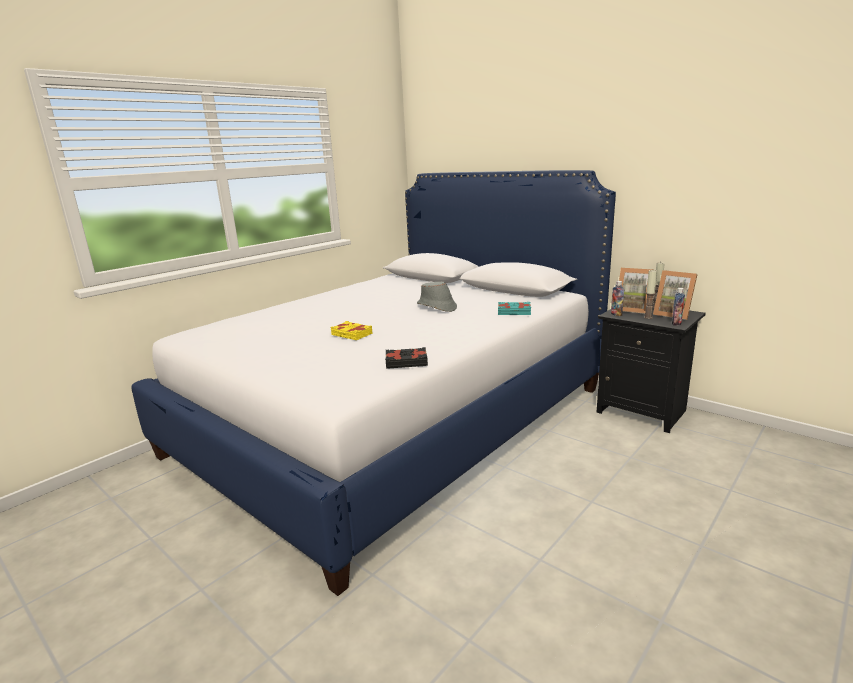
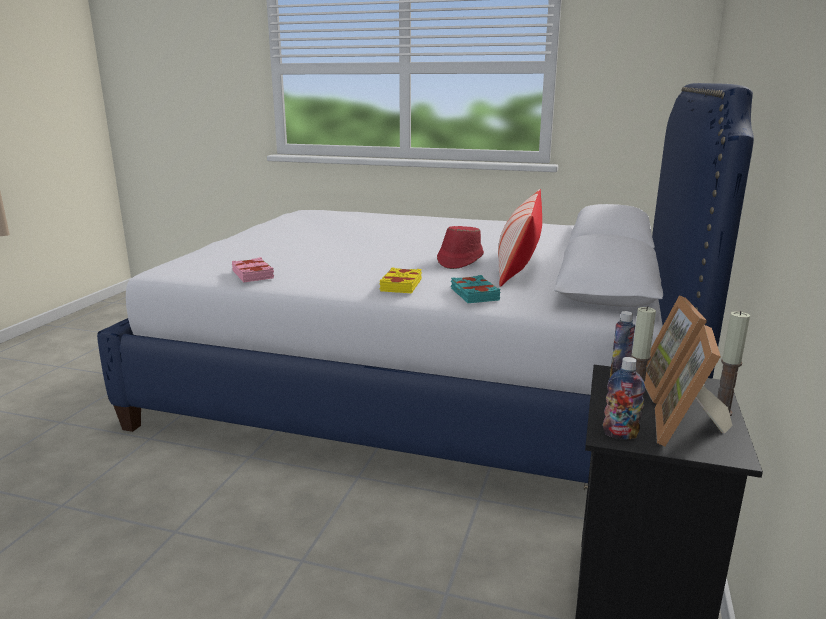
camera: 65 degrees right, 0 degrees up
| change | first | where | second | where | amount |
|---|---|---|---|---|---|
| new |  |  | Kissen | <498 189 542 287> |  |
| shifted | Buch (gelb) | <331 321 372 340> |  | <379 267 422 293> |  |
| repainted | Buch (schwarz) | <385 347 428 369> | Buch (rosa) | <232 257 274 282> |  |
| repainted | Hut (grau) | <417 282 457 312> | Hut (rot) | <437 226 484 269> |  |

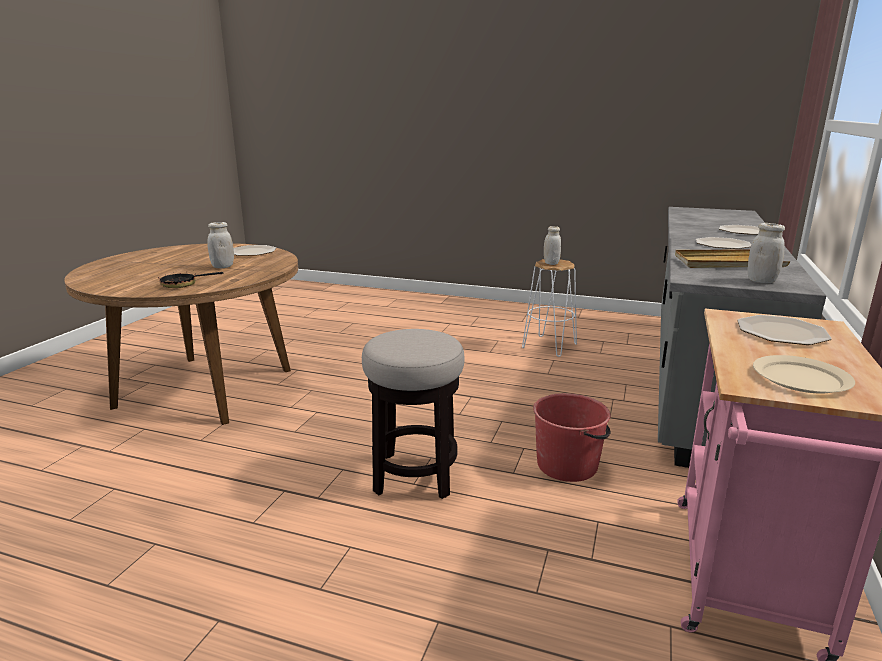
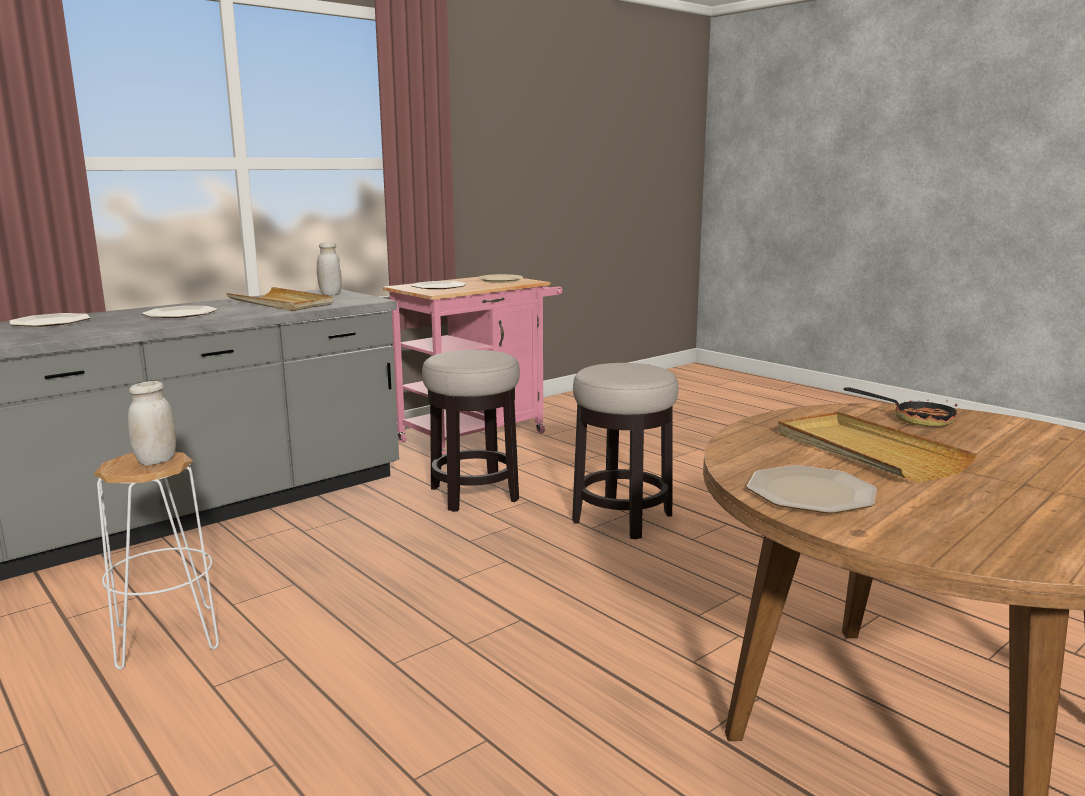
camera: 150 degrees left, 5 degrees down
| change | first | where | second | where | amount |
|---|---|---|---|---|---|
| swapped | Vorratsglas (weiß) | <207 222 234 268> | Tablett (beige) | <778 411 977 482> |  |
| swapped | Eimer (rot) | <533 393 611 482> | Hocker | <422 350 520 512> |  |

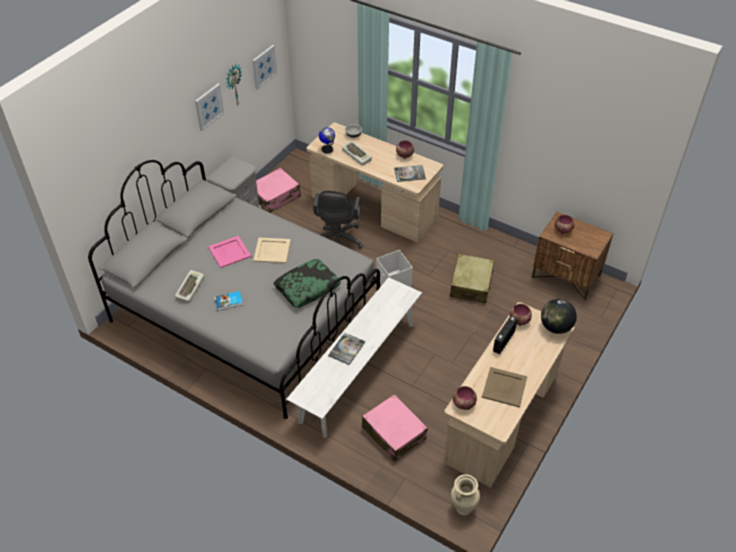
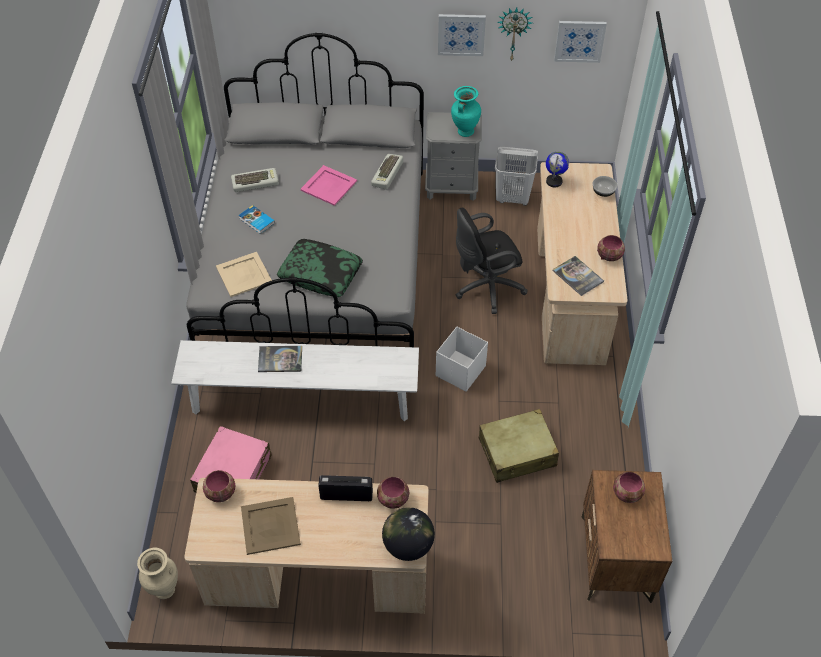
camera: 60 degrees right, 5 degrees up
| change | first | where | second | where | amount |
|---|---|---|---|---|---|
| new |  |  | Vase (türkis) | <451 86 481 137> |  |
| shifted | Tablett (beige) | <253 238 291 263> |  | <216 252 272 297> |  |
| shifted | Tastatur | <342 141 372 166> |  | <371 154 403 190> |  |
| swapped | Koffer (rosa) | <256 168 301 213> | Wäschekorb (weiß) | <495 147 538 206> |  |

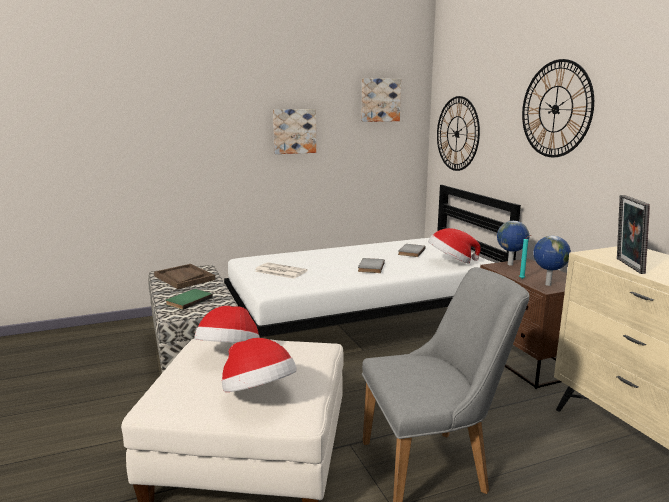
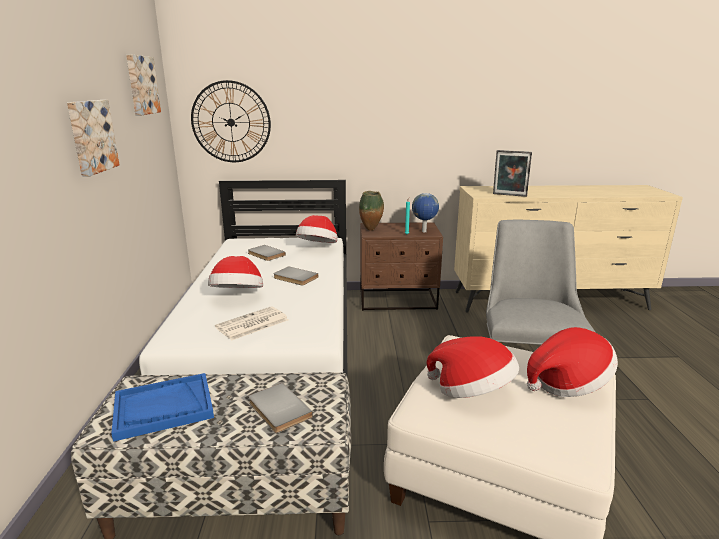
camera: 70 degrees left, 5 degrees up
| change | first | where | second | where | amount |
|---|---|---|---|---|---|
| gone | Wanduhr | <522 59 594 157> |  |  |  |
| new |  |  | Hut | <208 256 263 288> |  |
| swapped | Globus | <497 221 529 265> | Vase | <359 191 384 231> |  |
| repainted | Tablett (braun) | <154 264 215 289> | Tablett (blau) | <111 373 214 442> |  |
| repainted | Buch (grün) | <166 289 213 310> | Buch (grau) | <249 383 313 433> |  |

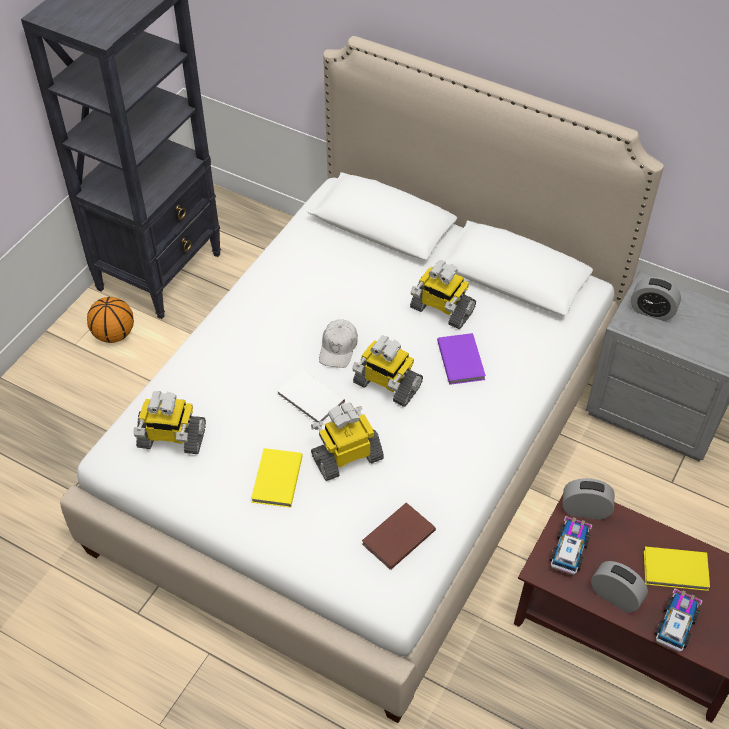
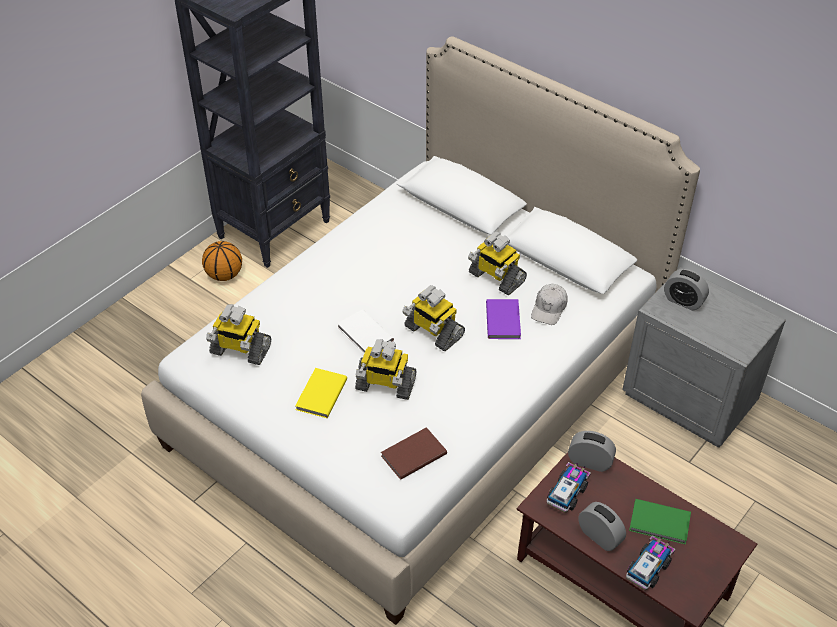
camera: 10 degrees right, 5 degrees down
| change | first | where | second | where | amount |
|---|---|---|---|---|---|
| shifted | Kappe (weiß) | <319 319 358 368> |  | <531 284 568 325> |  |
| repainted | Buch (gelb) | <644 546 710 591> | Buch (grün) | <629 499 691 545> |  |
| rotated | Spielzeugroboter | <311 403 384 481> |  | <355 339 416 400> | 150 degrees counterclockwise |

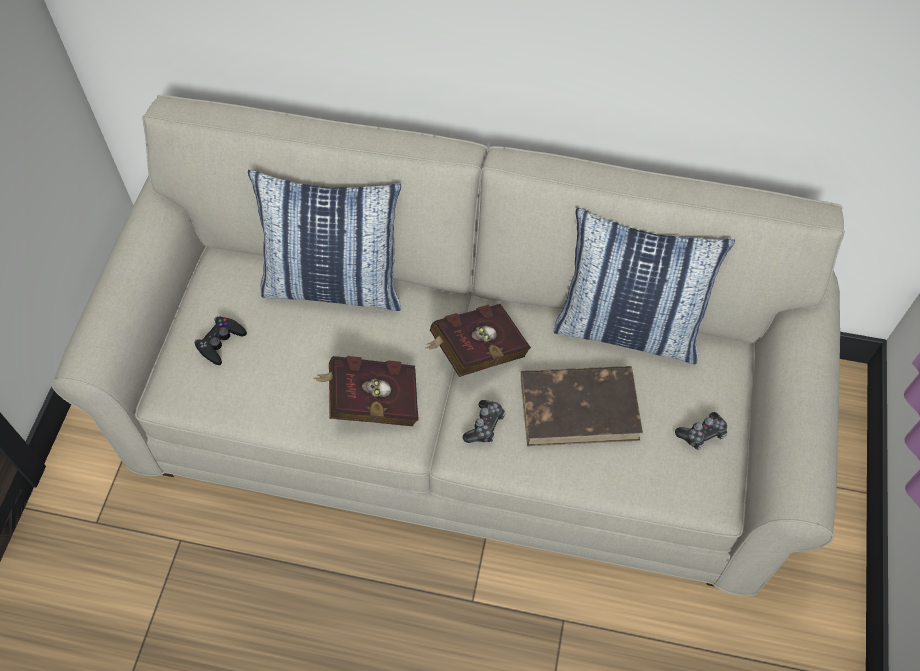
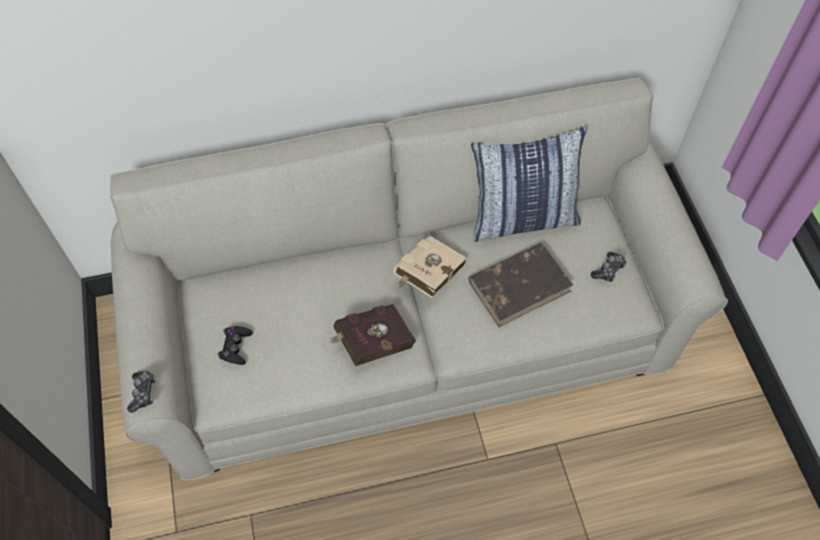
camera: 25 degrees left, 0 degrees up
| change | first | where | second | where | amount |
|---|---|---|---|---|---|
| gone | Kissen | <248 170 401 311> |  |  |  |
| shifted | Gamepad | <463 400 506 443> |  | <127 371 156 413> |  |
| repainted | Buch (rot) | <426 304 531 377> | Buch (beige) | <394 236 467 298> |  |

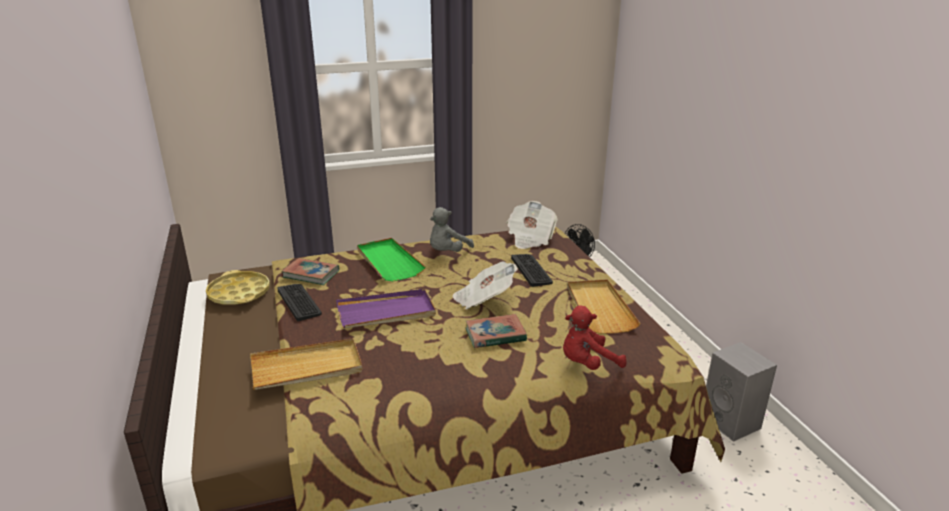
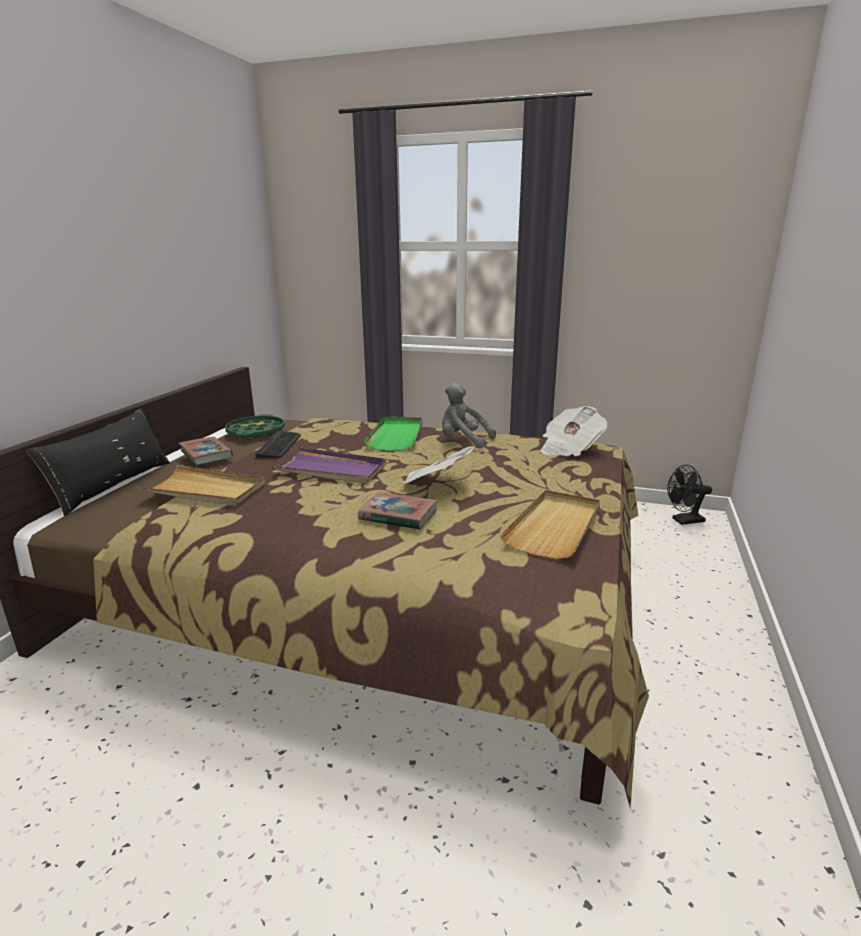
camera: 35 degrees right, 5 degrees down
| change | first | where | second | where | amount |
|---|---|---|---|---|---|
| gone | Tastatur | <511 254 553 287> |  |  |  |
| gone | Plüschtier (rot) | <563 306 627 370> |  |  |  |
| gone | Lautsprecher (grau) | <706 342 777 442> |  |  |  |
| new |  |  | Kissen (schwarz) | <26 408 170 516> |  |
| shifted | Buch | <281 258 339 285> |  | <179 437 233 465> |  |
| repainted | Tablett (gelb) | <206 270 270 305> | Tablett (grün) | <225 414 285 438> |  |
| rotated | Plüschtier (grau) | <430 207 474 252> |  | <442 383 496 448> | 45 degrees clockwise |

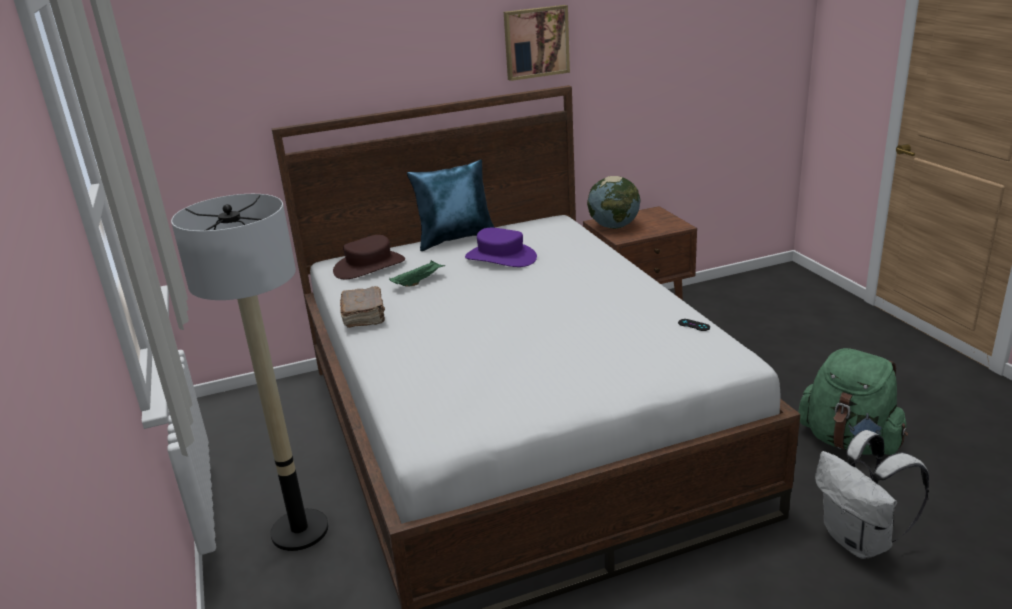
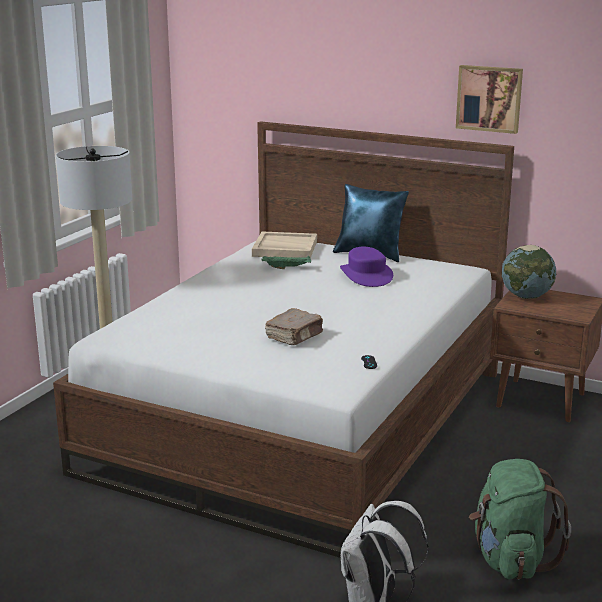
camera: 45 degrees right, 5 degrees down
| change | first | where | second | where | amount |
|---|---|---|---|---|---|
| shifted | Buch (braun) | <340 286 385 328> |  | <265 308 323 345> |  |
| swapped | Hut (braun) | <333 235 405 279> | Tablett (beige) | <252 232 317 258> |  |

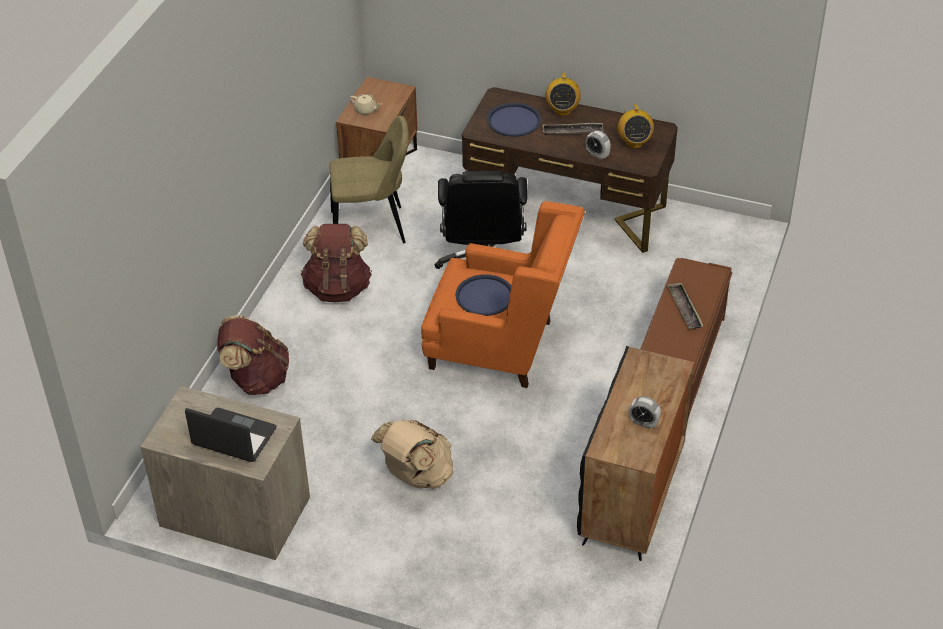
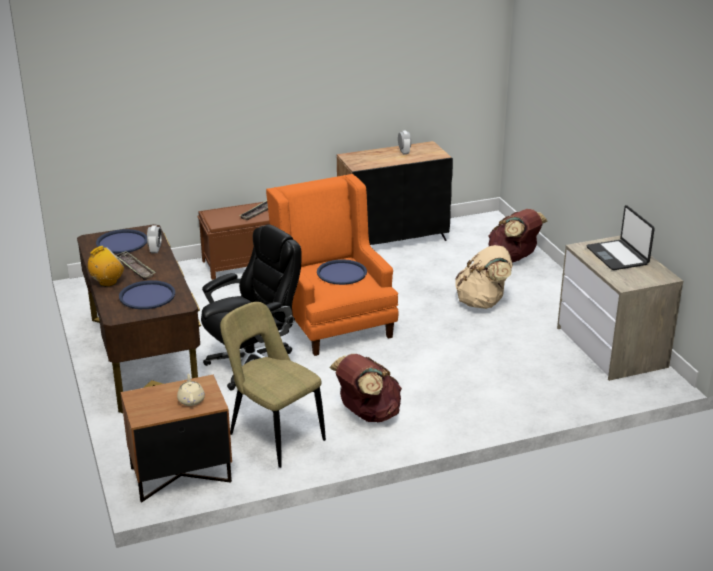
camera: 130 degrees left, 15 degrees down
| change | first | where | second | where | amount |
|---|---|---|---|---|---|
| shifted | Rucksack (braun) | <217 315 289 395> |  | <488 209 548 263> |  |
| swapped | Radio | <618 104 654 148> | Tablett (blau) | <96 229 147 254> |  |

